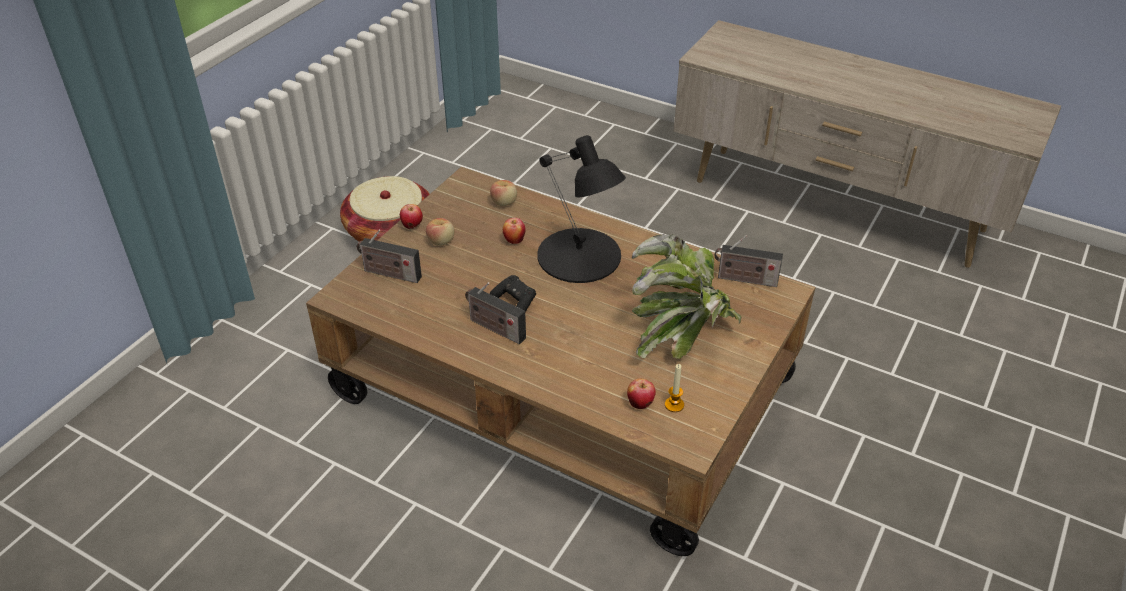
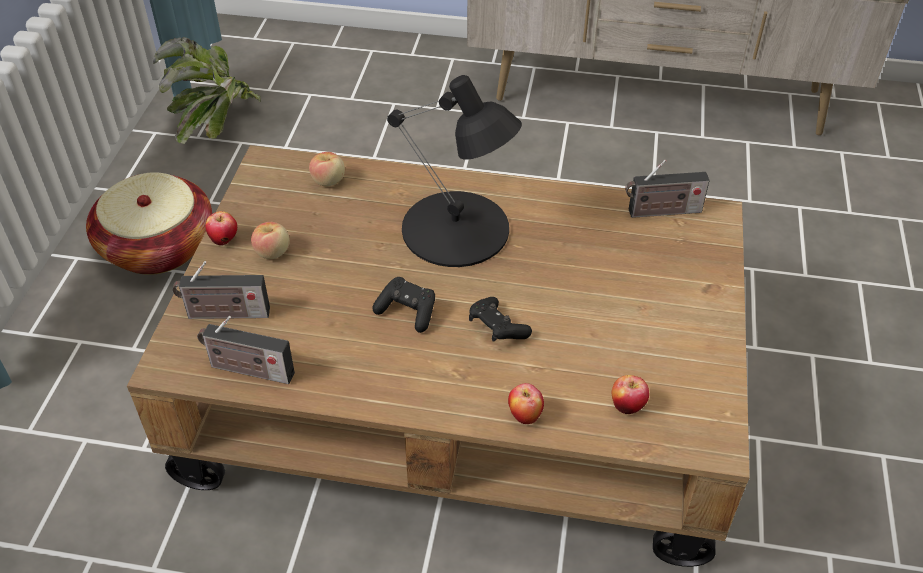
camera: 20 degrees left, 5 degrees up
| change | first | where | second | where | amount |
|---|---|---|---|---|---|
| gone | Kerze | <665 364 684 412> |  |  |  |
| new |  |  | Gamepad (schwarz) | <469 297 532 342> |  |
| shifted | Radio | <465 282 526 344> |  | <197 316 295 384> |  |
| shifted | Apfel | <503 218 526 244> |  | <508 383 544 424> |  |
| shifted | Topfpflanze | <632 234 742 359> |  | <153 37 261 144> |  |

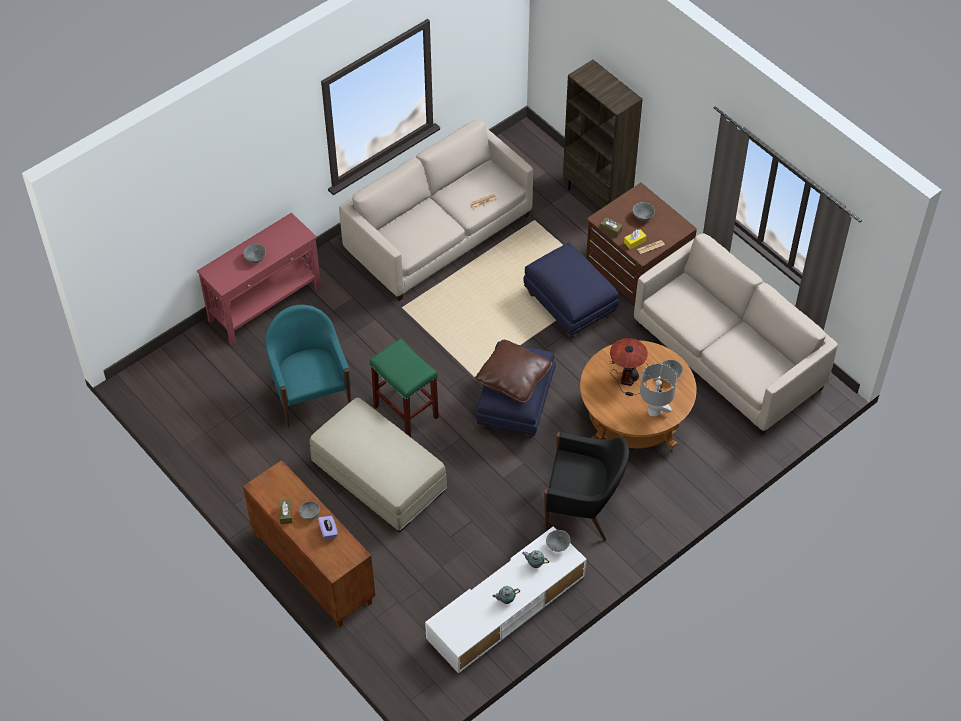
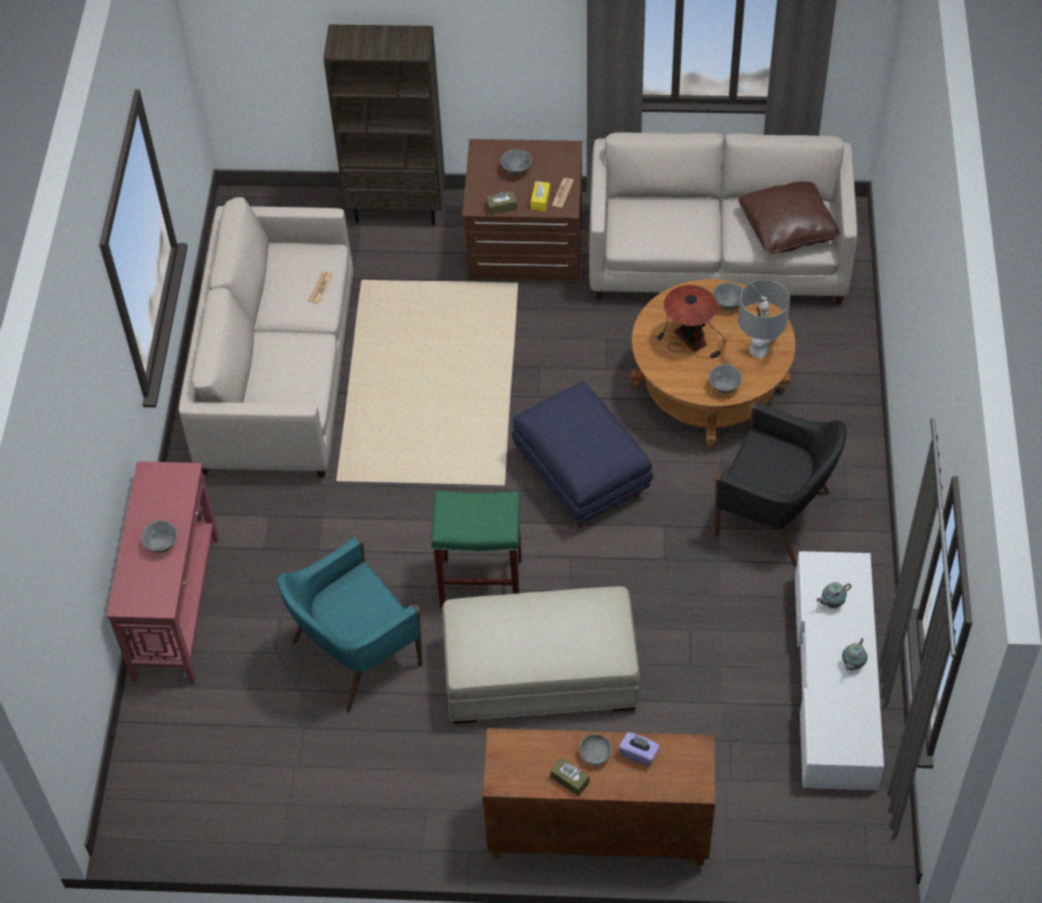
camera: 45 degrees left, 0 degrees up
| change | first | where | second | where | amount |
|---|---|---|---|---|---|
| gone | Polsterhocker (blau) | <523 243 619 338> |  |  |  |
| shifted | Kissen (braun) | <475 340 552 403> |  | <738 182 840 254> |  |
| shifted | Schüssel (grau) | <546 530 570 552> |  | <709 364 742 393> |  |
| rotated | Sessel (türkis) | <265 305 351 427> |  | <277 537 423 713> | 60 degrees counterclockwise |
| rotated | Sessel (schwarz) | <544 432 629 541> |  | <715 402 846 566> | 60 degrees clockwise |

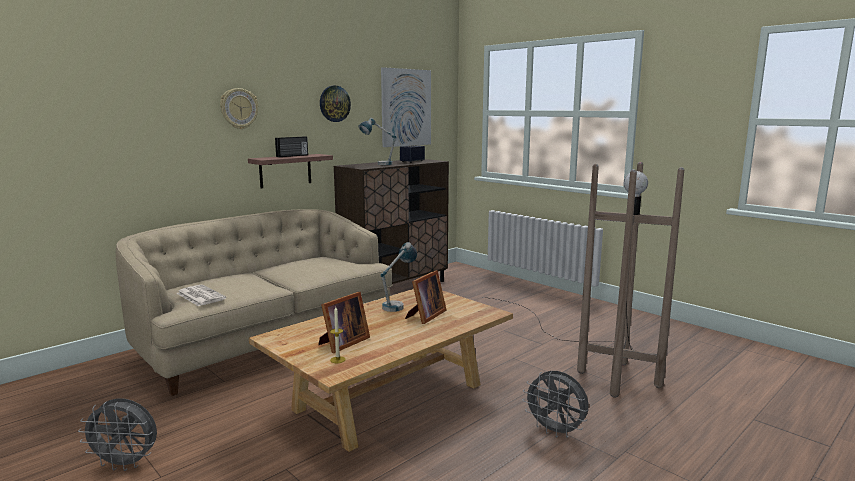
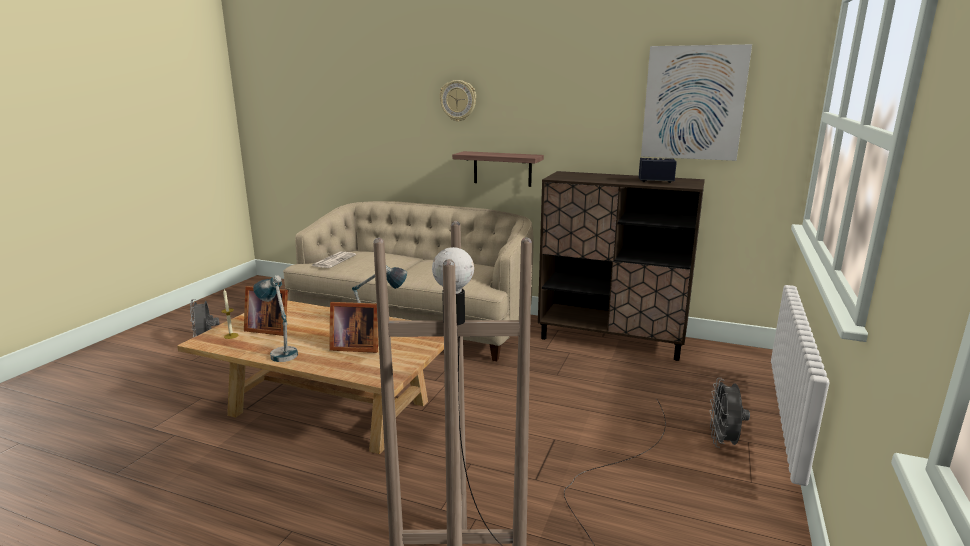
camera: 65 degrees right, 5 degrees up
| change | first | where | second | where | amount |
|---|---|---|---|---|---|
| gone | Radio | <275 137 308 157> |  |  |  |
| gone | Wanduhr | <320 86 351 122> |  |  |  |
| shifted | Tischlampe | <359 118 396 165> |  | <253 275 298 362> |  |
| shifted | Ventilator (grau) | <523 371 589 438> |  | <710 378 750 448> |  |

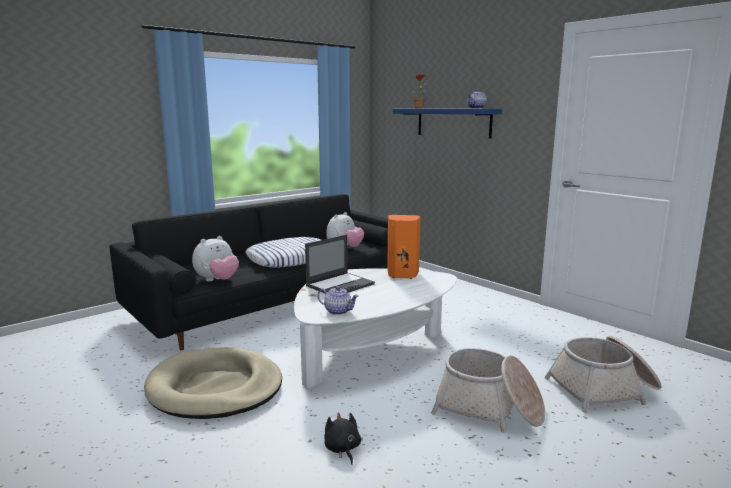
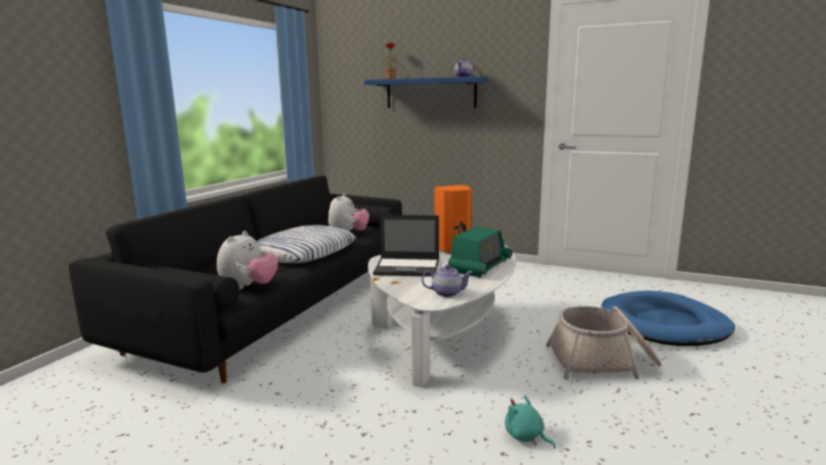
camera: 25 degrees left, 0 degrees up
| change | first | where | second | where | amount |
|---|---|---|---|---|---|
| gone | Hundebett (beige) | <144 347 282 419> |  |  |  |
| new |  |  | Radio | <448 226 512 277> |  |
| swapped | Korb | <544 336 661 413> | Hundebett (blau) | <601 291 735 346> |  |
| repainted | Plüschtier (schwarz) | <324 412 361 465> | Plüschtier (türkis) | <505 395 556 449> |  |
| rotated | Laptop | <305 235 375 293> |  | <373 215 439 277> | 75 degrees clockwise |

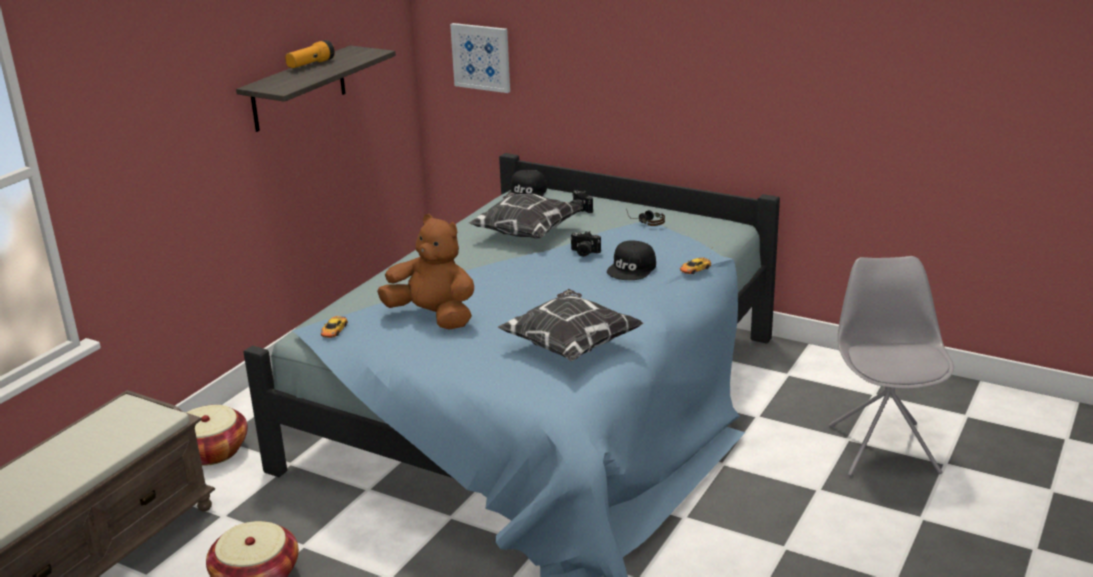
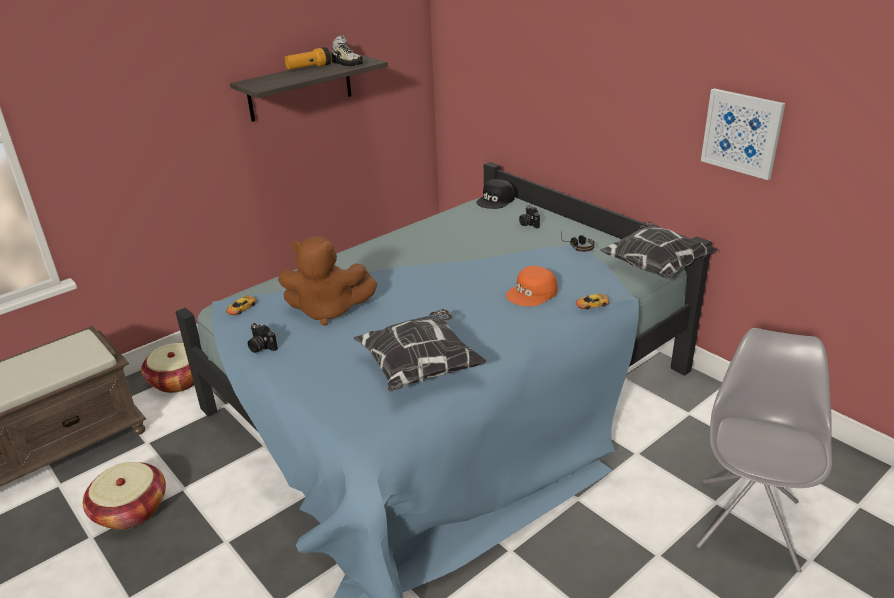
camera: 20 degrees right, 5 degrees up
| change | first | where | second | where | amount |
|---|---|---|---|---|---|
| new |  |  | Schuh | <332 35 363 66> |  |
| shifted | Bild | <450 23 510 93> |  | <701 88 785 180> |  |
| shifted | Kissen | <469 192 583 239> |  | <600 222 718 279> |  |
| shifted | Kamera | <570 231 601 257> |  | <248 323 278 353> |  |
| repainted | Kappe (schwarz) | <607 240 656 280> | Kappe (orange) | <506 266 558 306> |  |
| rotated | Plüschtier (braun) | <377 214 474 330> |  | <278 236 377 326> | 135 degrees clockwise |

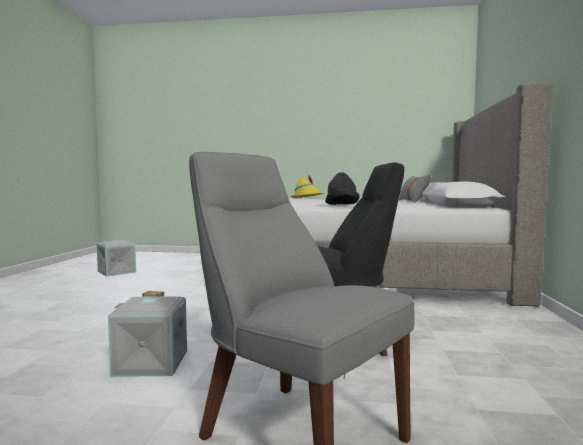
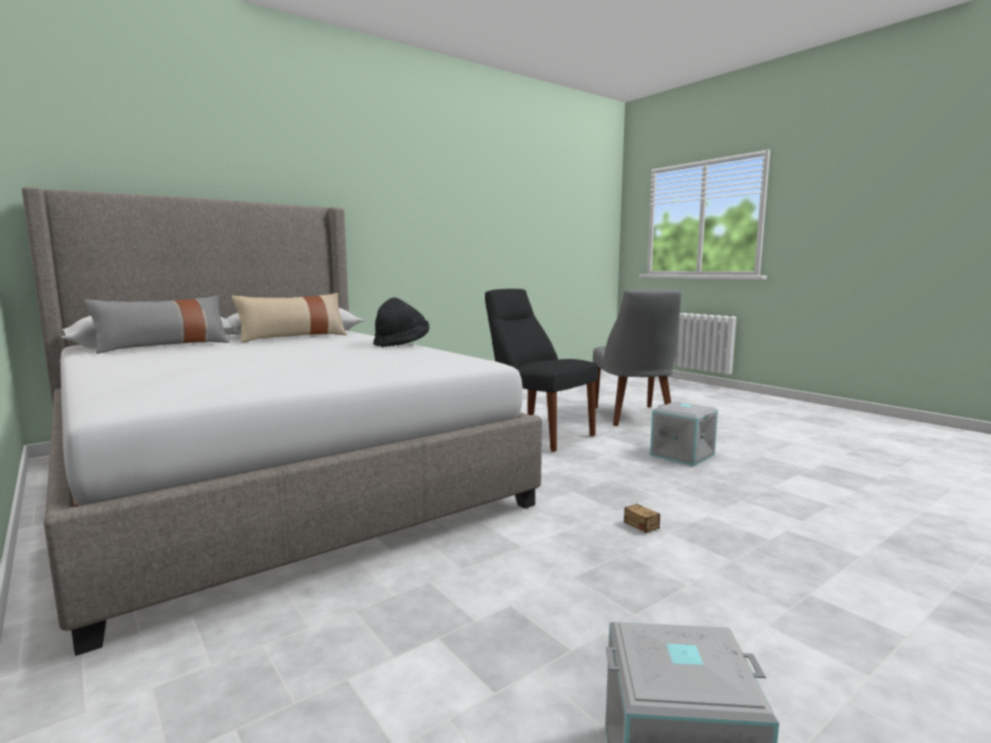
camera: 135 degrees left, 5 degrees up
| change | first | where | second | where | amount |
|---|---|---|---|---|---|
| gone | Hut (gelb) | <290 174 324 198> |  |  |  |
| new |  |  | Kissen (beige) | <232 293 347 343> |  |

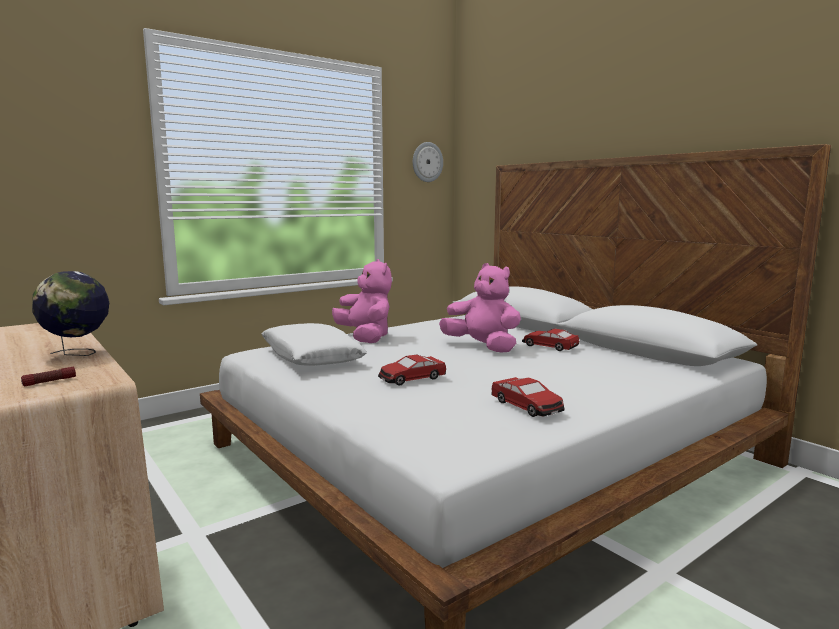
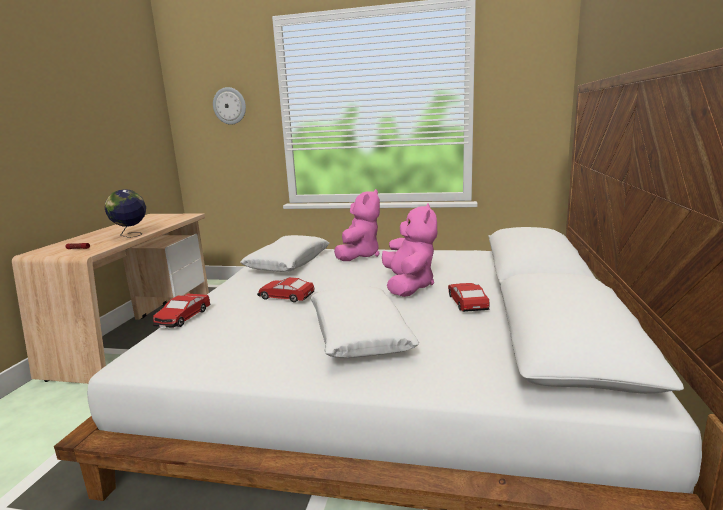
camera: 50 degrees right, 5 degrees up
| change | first | where | second | where | amount |
|---|---|---|---|---|---|
| new |  |  | Kissen (weiß) | <311 287 419 358> |  |
| shifted | Wanduhr | <413 142 443 182> |  | <213 87 246 125> |  |
| shifted | Spielzeugauto | <491 377 564 417> |  | <153 294 211 328> |  |

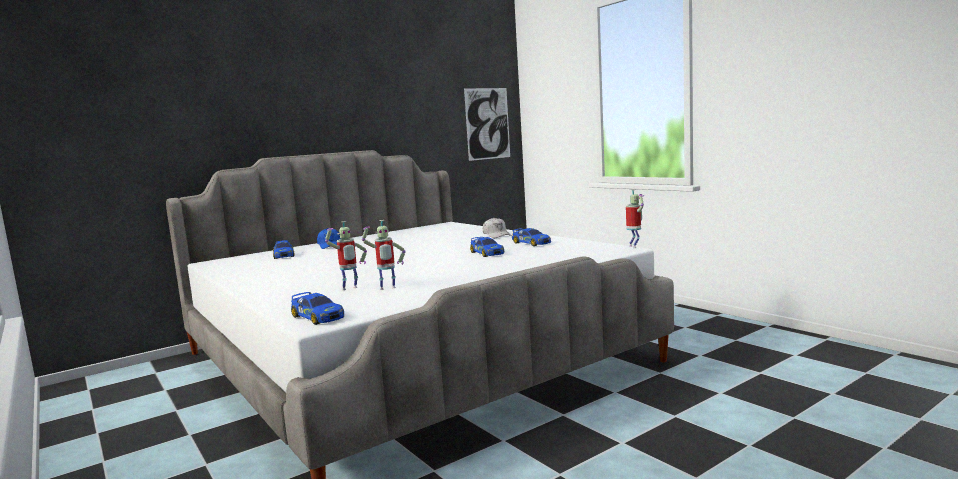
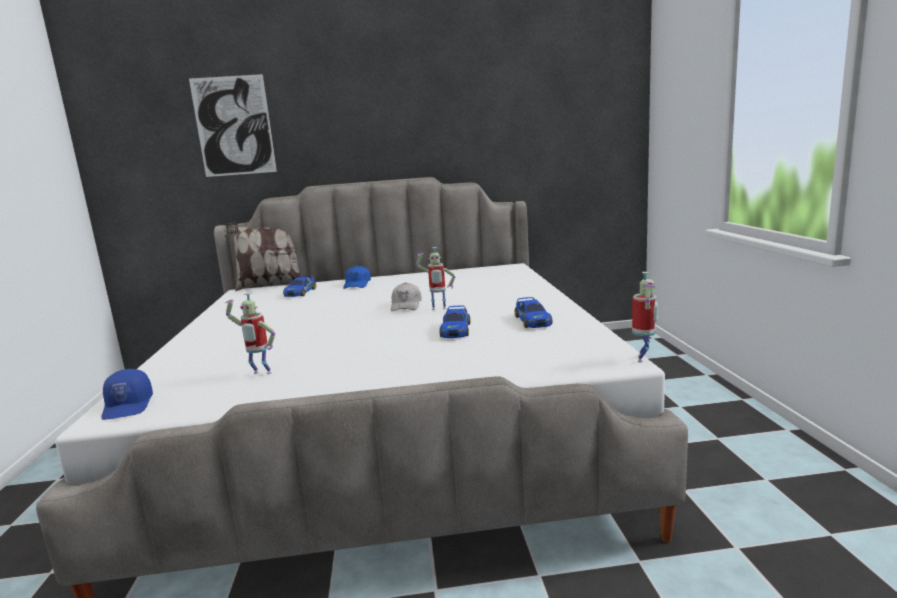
camera: 30 degrees right, 5 degrees up
| change | first | where | second | where | amount |
|---|---|---|---|---|---|
| new |  |  | Kissen | <226 223 302 291> |  |
| shifted | Spielzeugroboter | <325 221 367 290> |  | <416 247 455 310> |  |
| shifted | Bild | <464 88 510 161> |  | <189 74 277 177> |  |
| shifted | Kappe (weiß) | <483 218 512 238> |  | <391 282 422 311> |  |
| swapped | Spielzeugauto | <291 292 344 325> | Kappe (blau) | <101 369 153 420> |  |

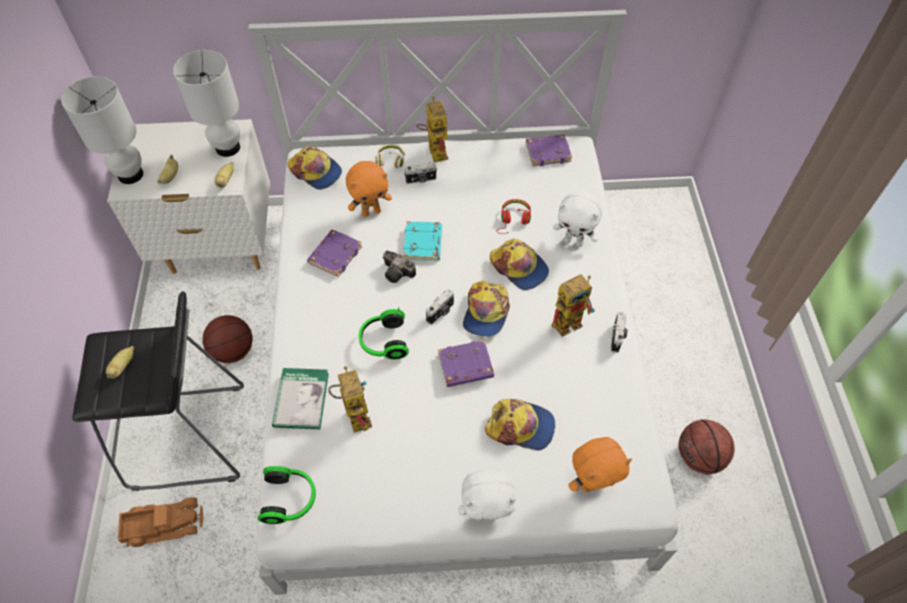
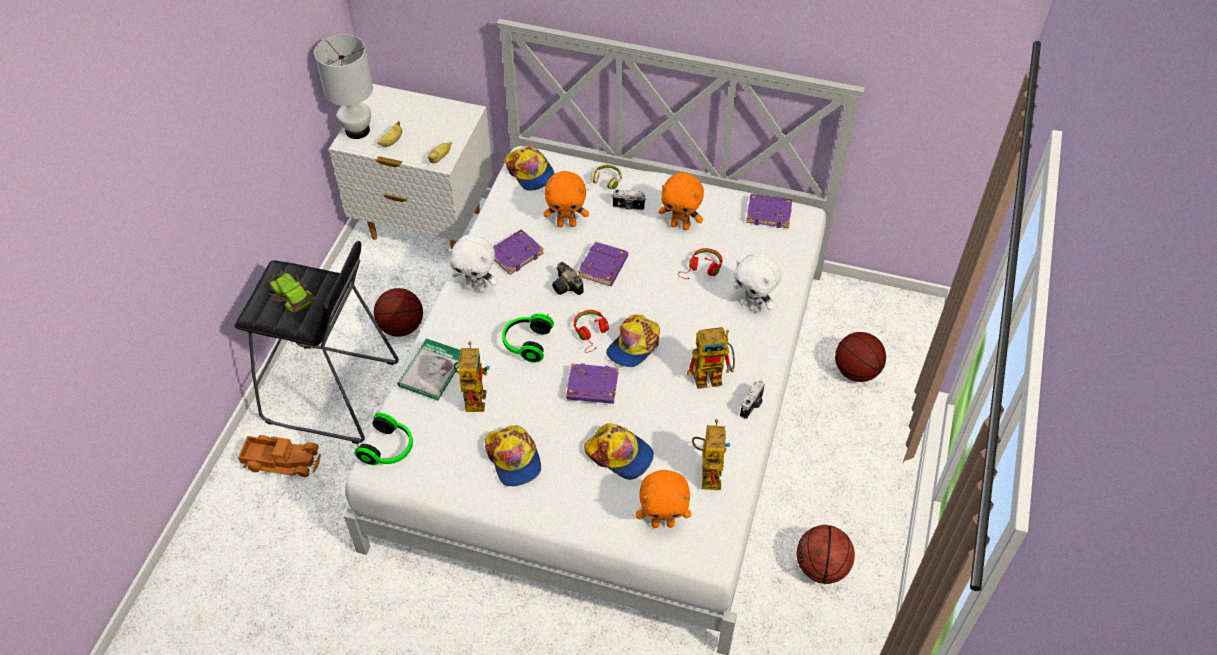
camera: 20 degrees right, 5 degrees down
| change | first | where | second | where | amount |
|---|---|---|---|---|---|
| gone | Tischlampe (weiß) | <173 50 240 157> |  |  |  |
| new |  |  | Plüschtier (orange) | <659 173 704 230> |  |
| new |  |  | Basketball | <835 332 886 382> |  |
| shifted | Spielzeugroboter | <416 96 448 163> |  | <692 419 730 490> |  |
| shifted | Plüschtier (weiß) | <458 469 516 521> |  | <448 234 498 293> |  |
| shifted | Kappe | <490 238 549 290> |  | <485 425 541 486> |  |
| swapped | Banane | <106 346 134 379> | Spielzeugauto | <264 269 316 313> |  |
| swapped | Kamera | <426 289 454 325> | Kopfhörer (rot) | <574 310 609 353> |  |
| repainted | Buch (türkis) | <403 221 442 261> | Buch (lila) | <578 241 628 286> |  |

